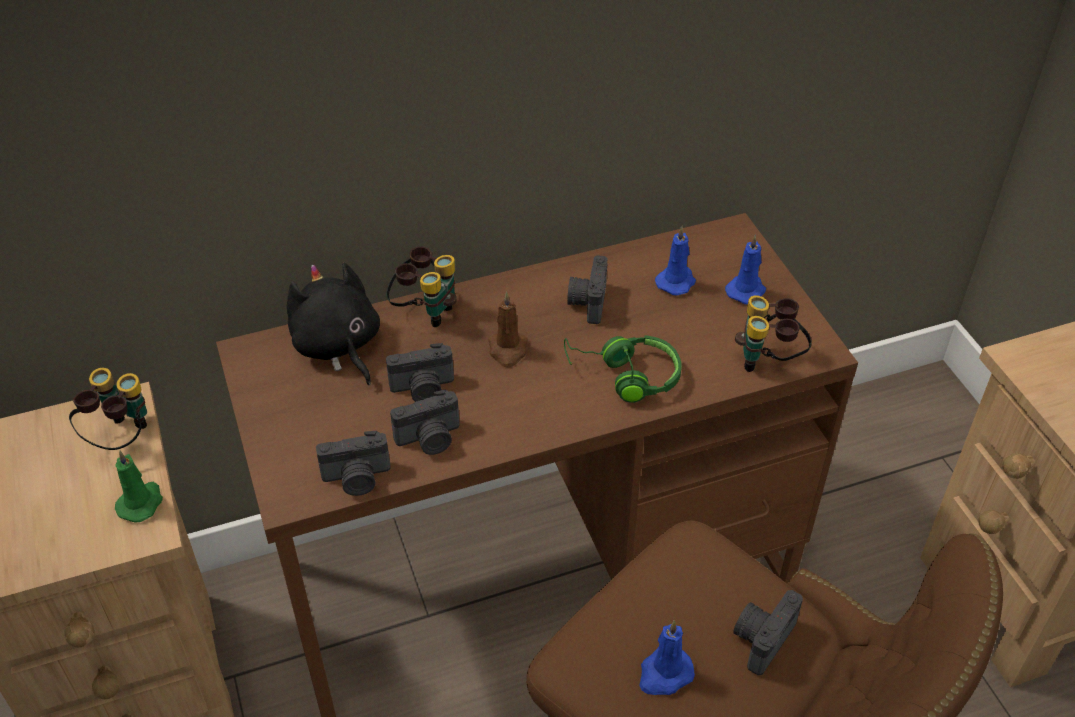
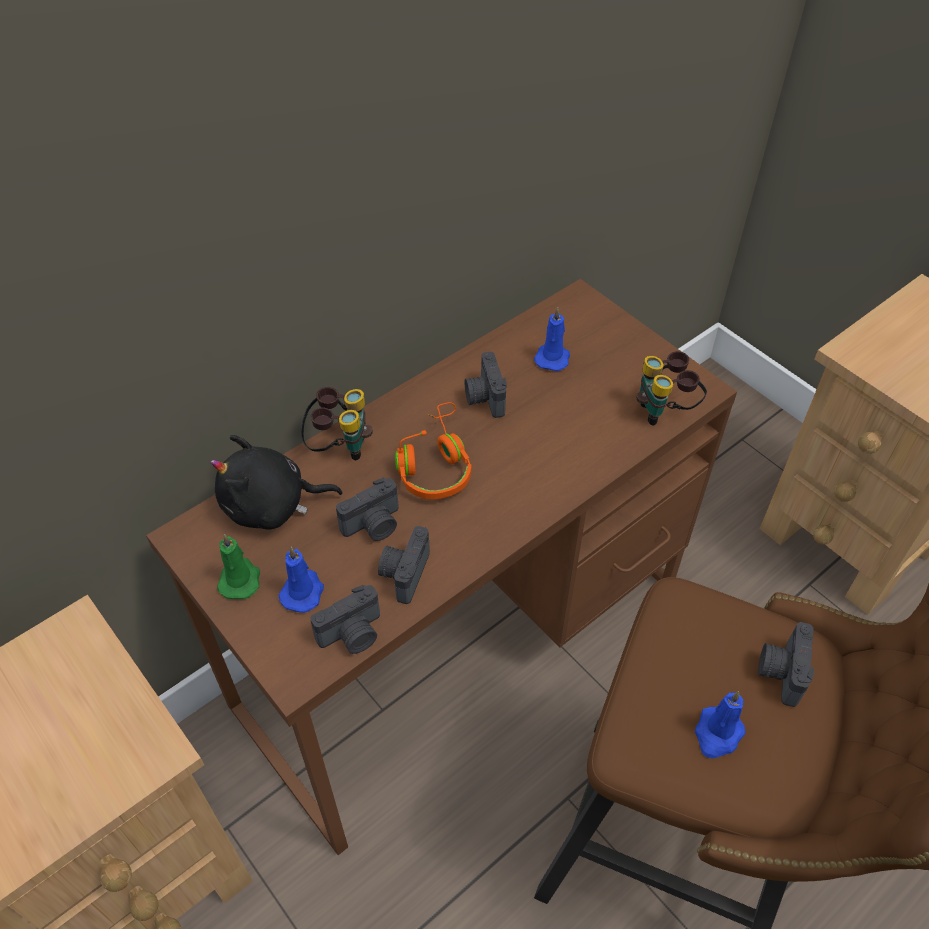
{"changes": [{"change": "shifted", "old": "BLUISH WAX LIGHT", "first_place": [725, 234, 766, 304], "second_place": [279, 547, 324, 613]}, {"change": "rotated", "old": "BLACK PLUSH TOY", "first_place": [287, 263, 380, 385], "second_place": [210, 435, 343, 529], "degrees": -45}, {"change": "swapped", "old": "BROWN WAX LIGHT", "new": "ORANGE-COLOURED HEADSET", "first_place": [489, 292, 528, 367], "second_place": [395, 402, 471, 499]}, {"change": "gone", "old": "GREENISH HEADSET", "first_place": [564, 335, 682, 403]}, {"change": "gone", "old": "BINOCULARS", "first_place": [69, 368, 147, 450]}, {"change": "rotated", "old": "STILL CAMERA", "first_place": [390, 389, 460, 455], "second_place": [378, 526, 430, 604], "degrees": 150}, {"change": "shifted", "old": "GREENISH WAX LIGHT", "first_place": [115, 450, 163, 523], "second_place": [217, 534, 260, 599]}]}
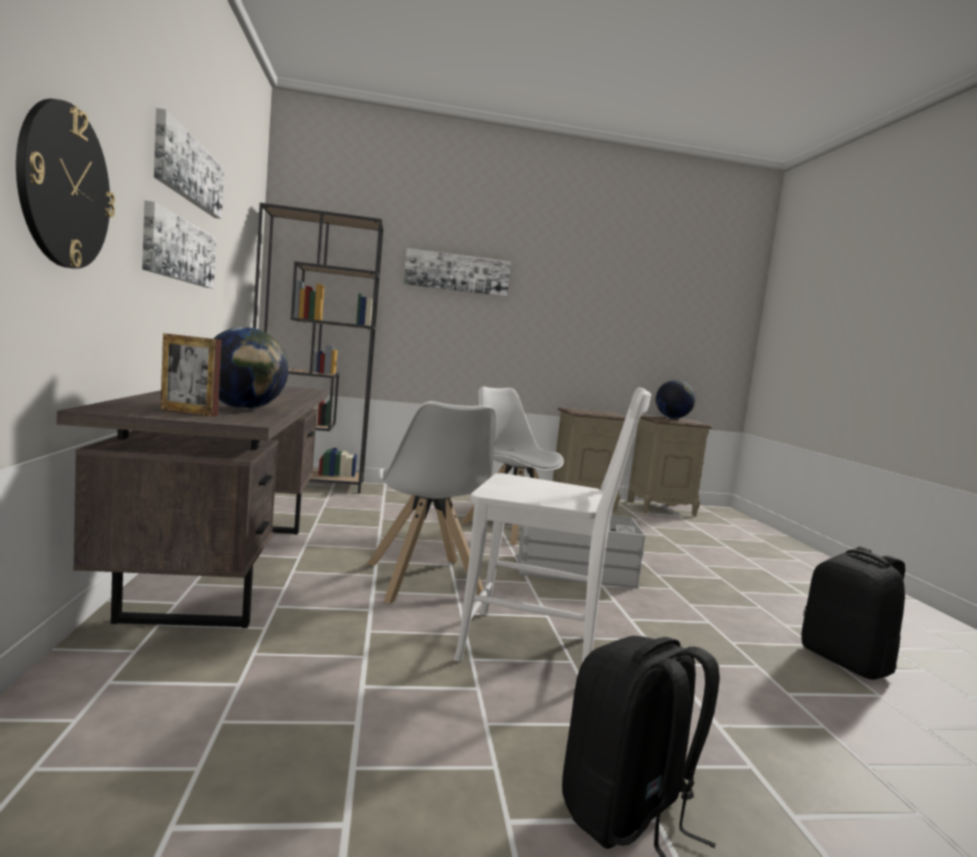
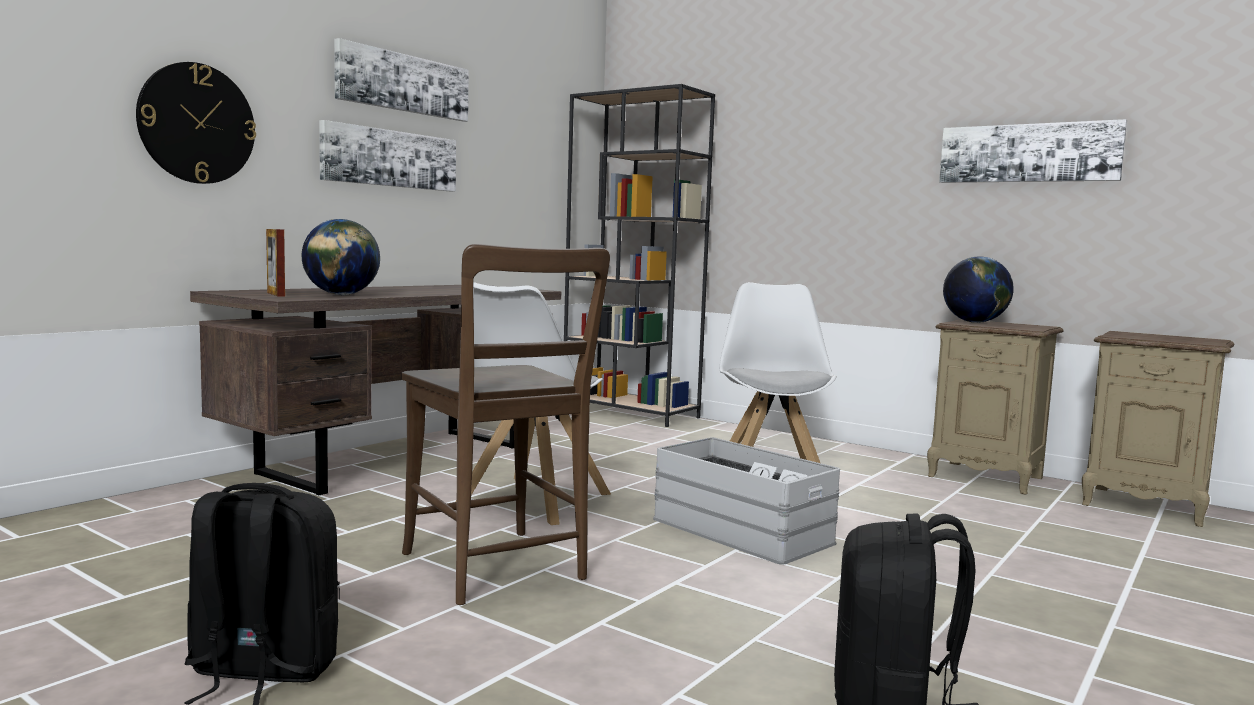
{"changes": [{"change": "shifted", "old": "PICTURE", "first_place": [404, 248, 511, 297], "second_place": [939, 119, 1127, 183]}, {"change": "shifted", "old": "GLOBE", "first_place": [656, 380, 696, 419], "second_place": [943, 256, 1014, 323]}, {"change": "repainted", "old": "WHITE UPRIGHT CHAIR", "new": "BROWN UPRIGHT CHAIR", "first_place": [454, 387, 651, 663], "second_place": [401, 244, 610, 605]}]}
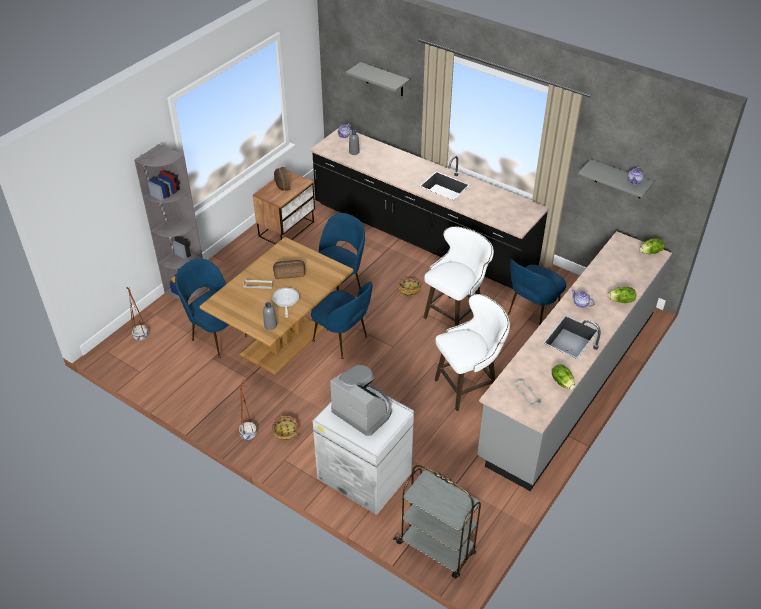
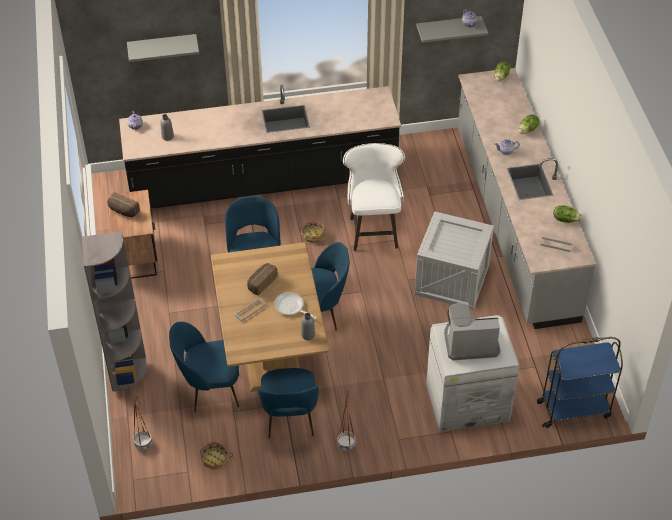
{"changes": [{"change": "shifted", "old": "BLUISH UPRIGHT CHAIR", "first_place": [508, 259, 566, 326], "second_place": [258, 368, 319, 439]}, {"change": "swapped", "old": "WHITE STOOL", "new": "CRATE", "first_place": [434, 294, 510, 411], "second_place": [415, 212, 494, 310]}, {"change": "shifted", "old": "BASKET", "first_place": [272, 416, 300, 440], "second_place": [200, 442, 233, 469]}, {"change": "repainted", "old": "GRAY WHEELED CART", "new": "BLUISH WHEELED CART", "first_place": [393, 465, 481, 578], "second_place": [537, 337, 623, 428]}]}
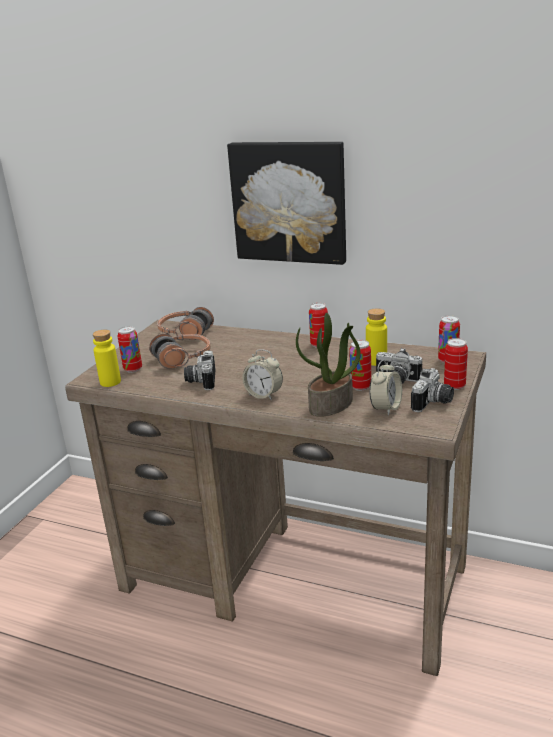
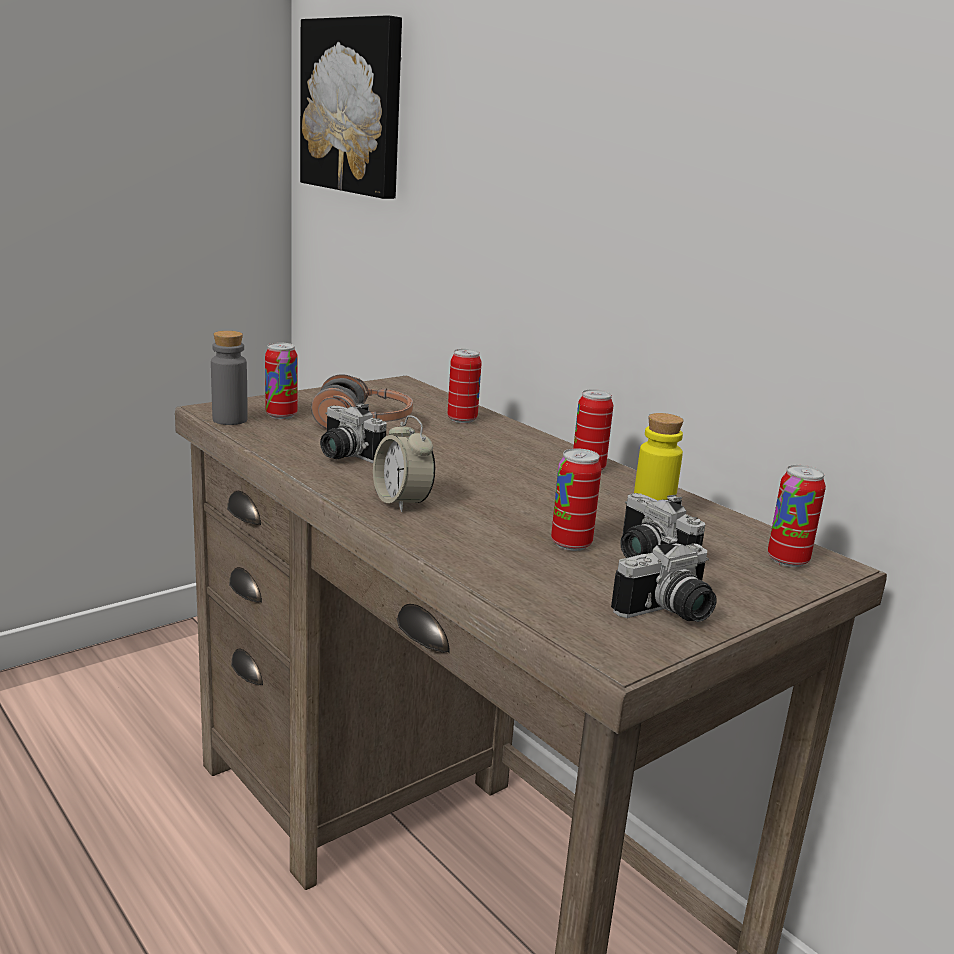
{"changes": [{"change": "shifted", "old": "PICTURE", "first_place": [227, 142, 346, 265], "second_place": [300, 15, 402, 199]}, {"change": "gone", "old": "HEADSET", "first_place": [157, 307, 214, 340]}, {"change": "gone", "old": "PLANT IN A POT", "first_place": [296, 313, 361, 417]}, {"change": "repainted", "old": "YELLOW DRINK BOTTLE", "new": "GRAY DRINK BOTTLE", "first_place": [93, 330, 121, 387], "second_place": [211, 331, 248, 425]}, {"change": "shifted", "old": "METAL CAN", "first_place": [444, 338, 468, 390], "second_place": [448, 349, 482, 423]}, {"change": "rotated", "old": "STILL CAMERA", "first_place": [184, 351, 216, 390], "second_place": [320, 403, 387, 463], "degrees": -75}, {"change": "gone", "old": "BEDSIDE CLOCK", "first_place": [369, 360, 402, 416]}]}
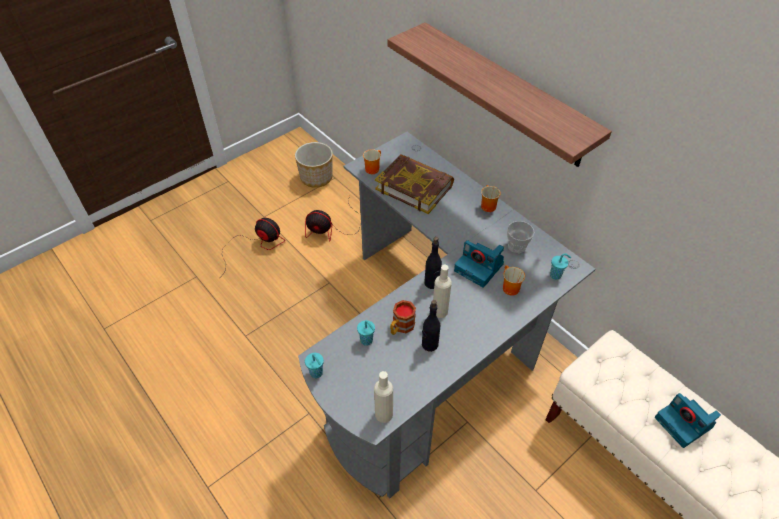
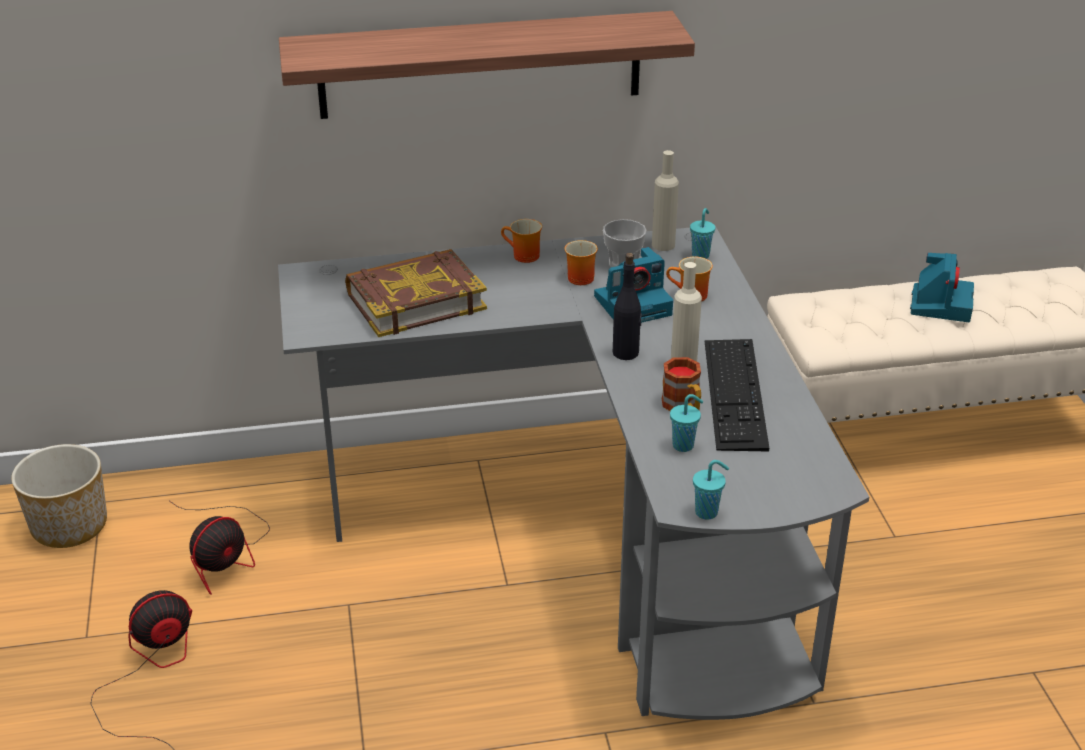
{"changes": [{"change": "shifted", "old": "MUG", "first_place": [363, 149, 381, 174], "second_place": [565, 240, 598, 285]}, {"change": "swapped", "old": "BLACK DRINK BOTTLE", "new": "PC KEYBOARD", "first_place": [422, 300, 440, 352], "second_place": [705, 339, 769, 452]}, {"change": "shifted", "old": "BEIGE-COLOURED DRINK BOTTLE", "first_place": [374, 371, 393, 423], "second_place": [652, 150, 679, 251]}, {"change": "rotated", "old": "STILL CAMERA", "first_place": [655, 393, 721, 448], "second_place": [910, 253, 974, 322], "degrees": -75}]}
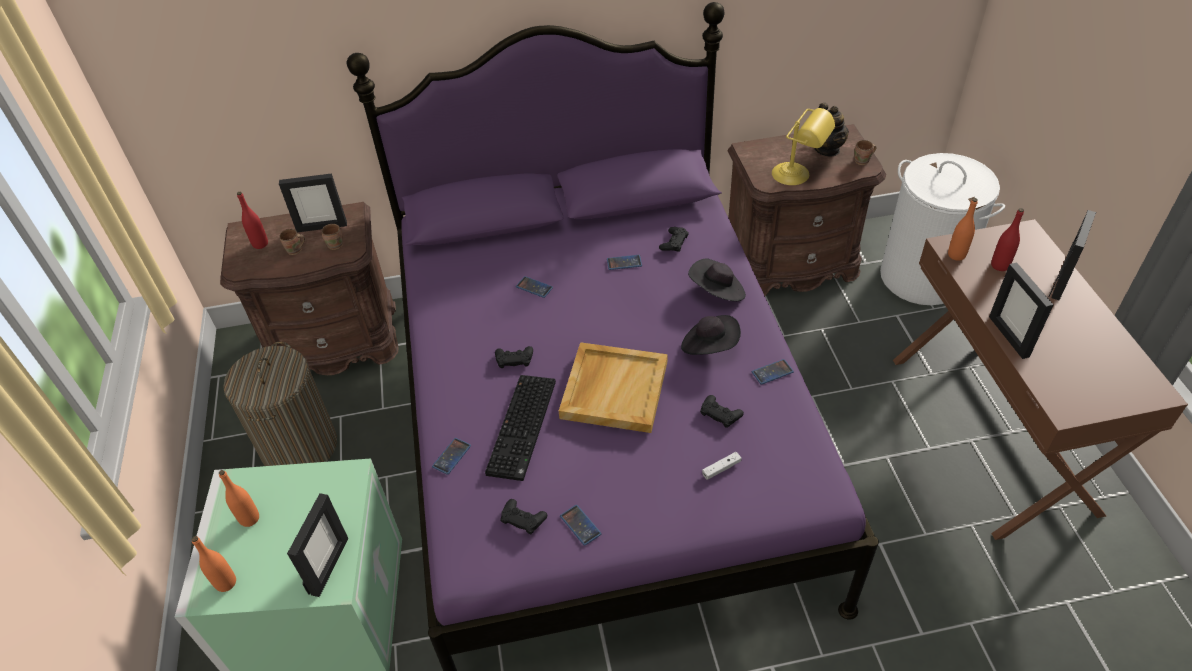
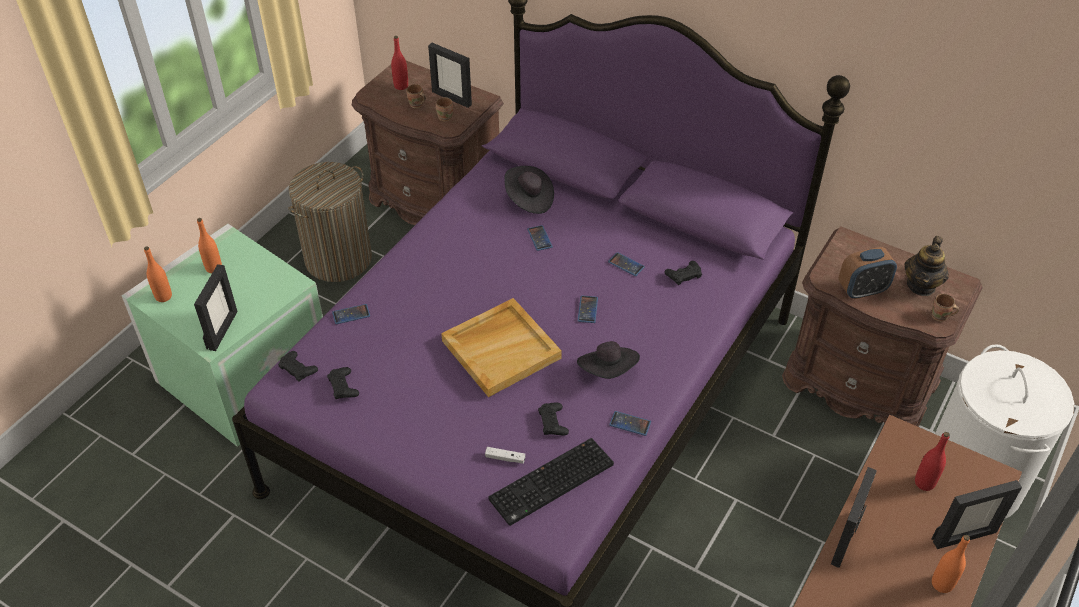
{"changes": [{"change": "swapped", "old": "YELLOW TABLE LAMP", "new": "BEDSIDE CLOCK", "first_place": [772, 108, 835, 185], "second_place": [839, 247, 897, 299]}, {"change": "shifted", "old": "ORANGE-COLOURED DRINK BOTTLE", "first_place": [948, 198, 978, 261], "second_place": [932, 535, 970, 593]}, {"change": "shifted", "old": "BLACK CLOTHING HAT", "first_place": [688, 259, 746, 301], "second_place": [504, 166, 554, 214]}, {"change": "shifted", "old": "BLACK GAME CONTROLLER", "first_place": [495, 346, 533, 368], "second_place": [278, 351, 318, 382]}, {"change": "shifted", "old": "PC KEYBOARD", "first_place": [485, 375, 556, 481], "second_place": [488, 438, 614, 526]}, {"change": "rotated", "old": "PHOTO FRAME", "first_place": [287, 493, 348, 597], "second_place": [194, 264, 238, 351], "degrees": -45}, {"change": "shifted", "old": "HANDSET", "first_place": [560, 505, 602, 546], "second_place": [578, 295, 598, 323]}]}
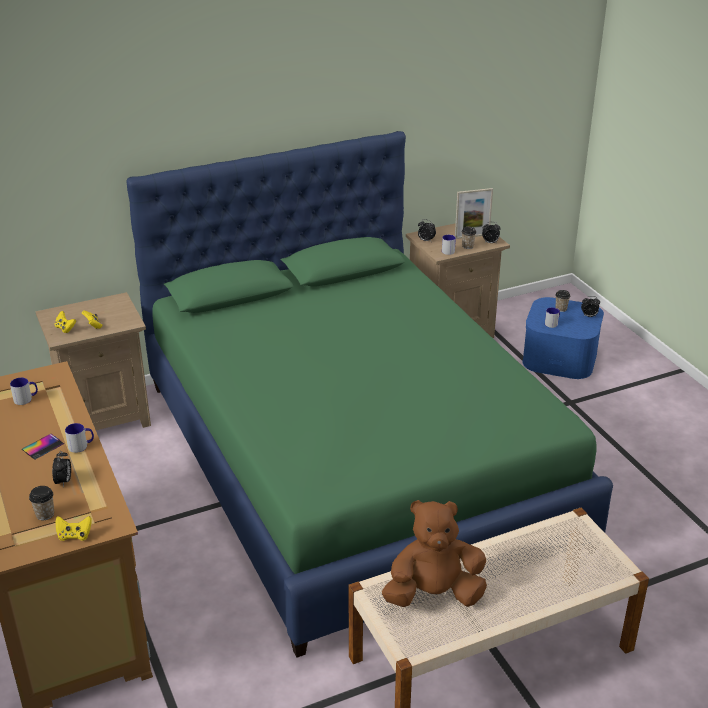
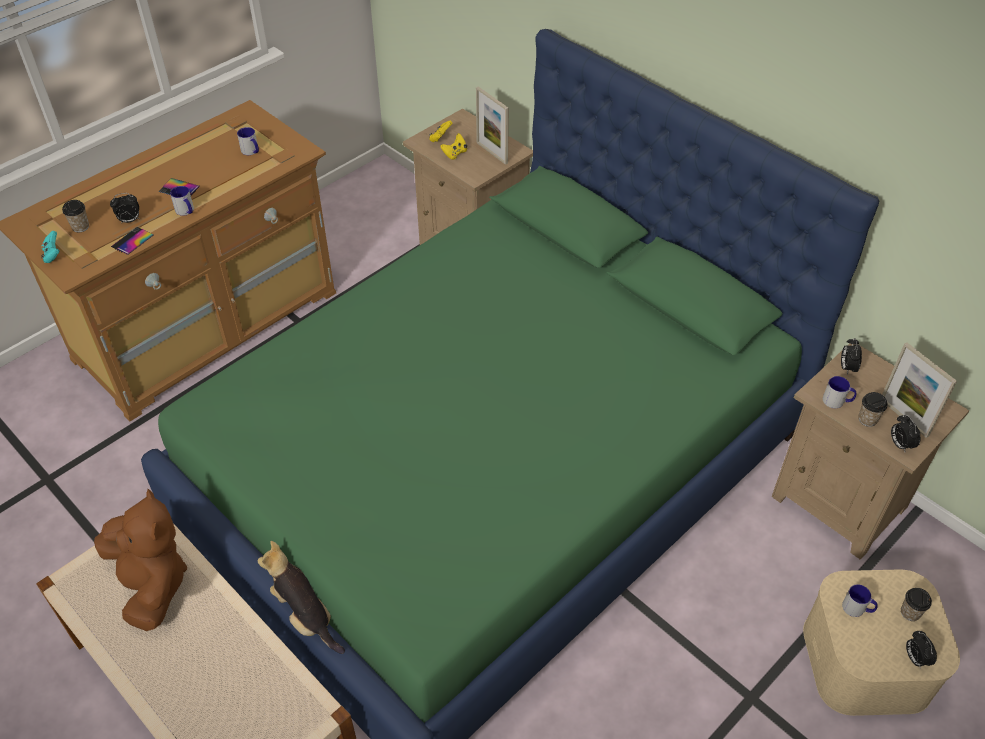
{"changes": [{"change": "repainted", "old": "BLUISH STORAGE CONTAINER", "new": "BEIGE-COLOURED STORAGE CONTAINER", "first_place": [523, 297, 604, 379], "second_place": [803, 569, 960, 716]}, {"change": "repainted", "old": "YELLOW GAME CONTROLLER", "new": "TURQUOISE GAME CONTROLLER", "first_place": [55, 516, 92, 541], "second_place": [41, 231, 59, 263]}, {"change": "new", "new": "PHOTO FRAME", "second_place": [476, 86, 509, 165]}, {"change": "new", "new": "HANDSET", "second_place": [111, 227, 153, 255]}, {"change": "new", "new": "PLUSH TOY", "second_place": [258, 541, 345, 654]}]}
